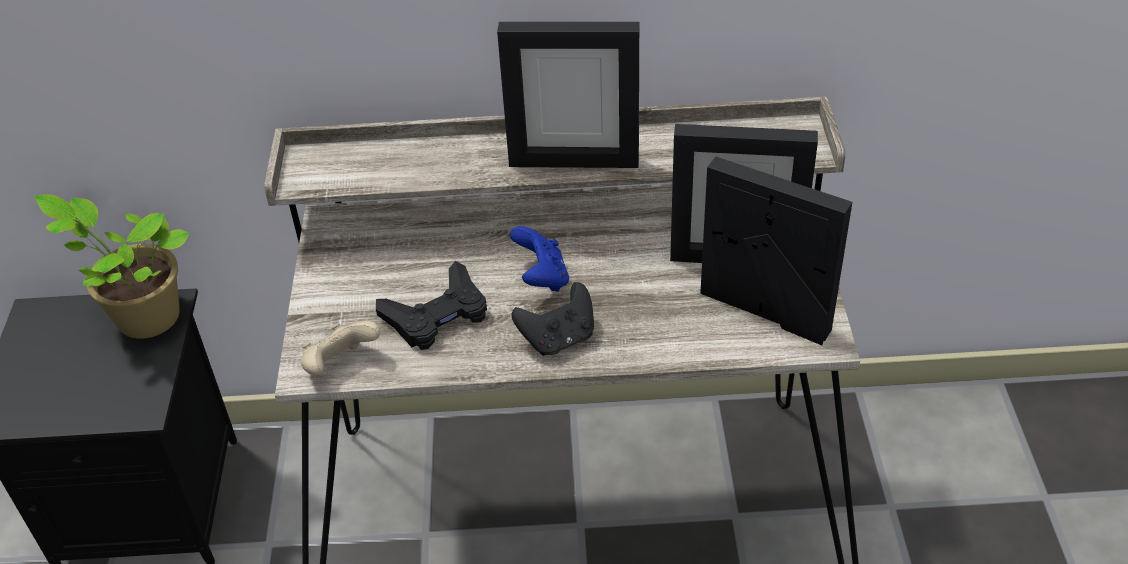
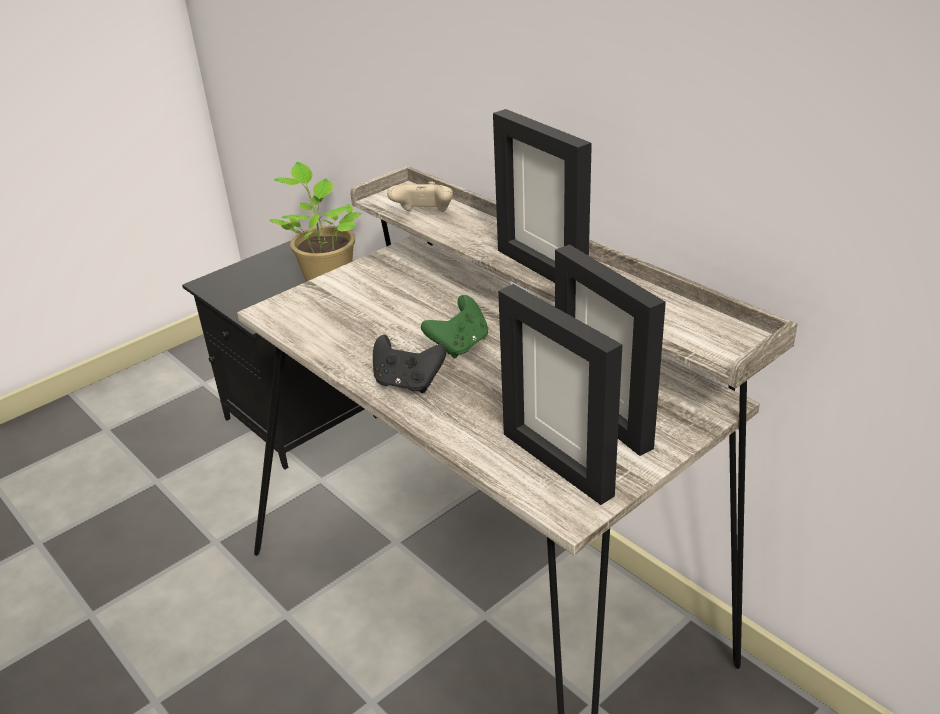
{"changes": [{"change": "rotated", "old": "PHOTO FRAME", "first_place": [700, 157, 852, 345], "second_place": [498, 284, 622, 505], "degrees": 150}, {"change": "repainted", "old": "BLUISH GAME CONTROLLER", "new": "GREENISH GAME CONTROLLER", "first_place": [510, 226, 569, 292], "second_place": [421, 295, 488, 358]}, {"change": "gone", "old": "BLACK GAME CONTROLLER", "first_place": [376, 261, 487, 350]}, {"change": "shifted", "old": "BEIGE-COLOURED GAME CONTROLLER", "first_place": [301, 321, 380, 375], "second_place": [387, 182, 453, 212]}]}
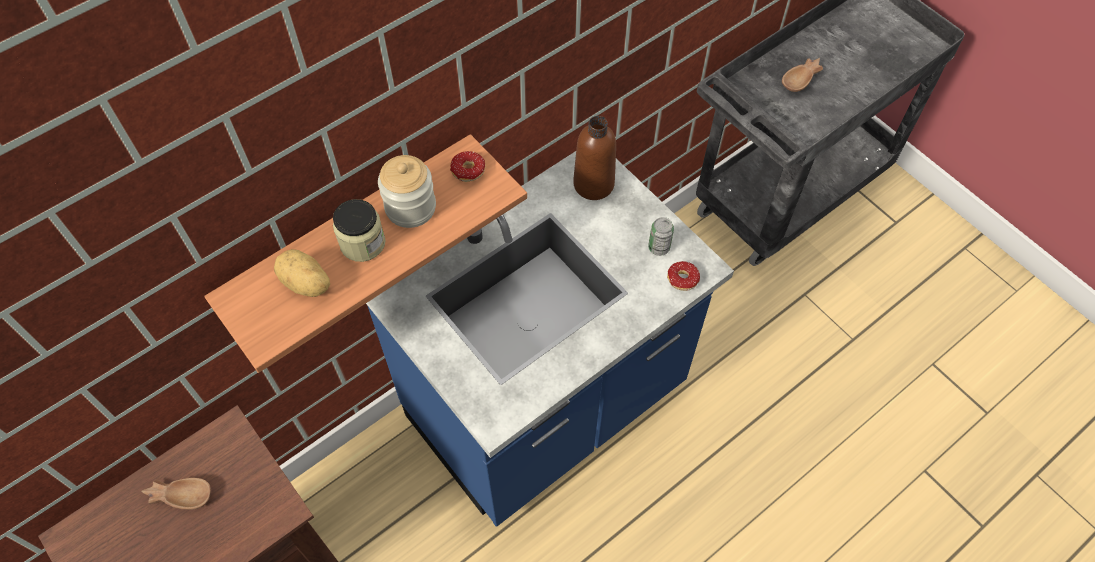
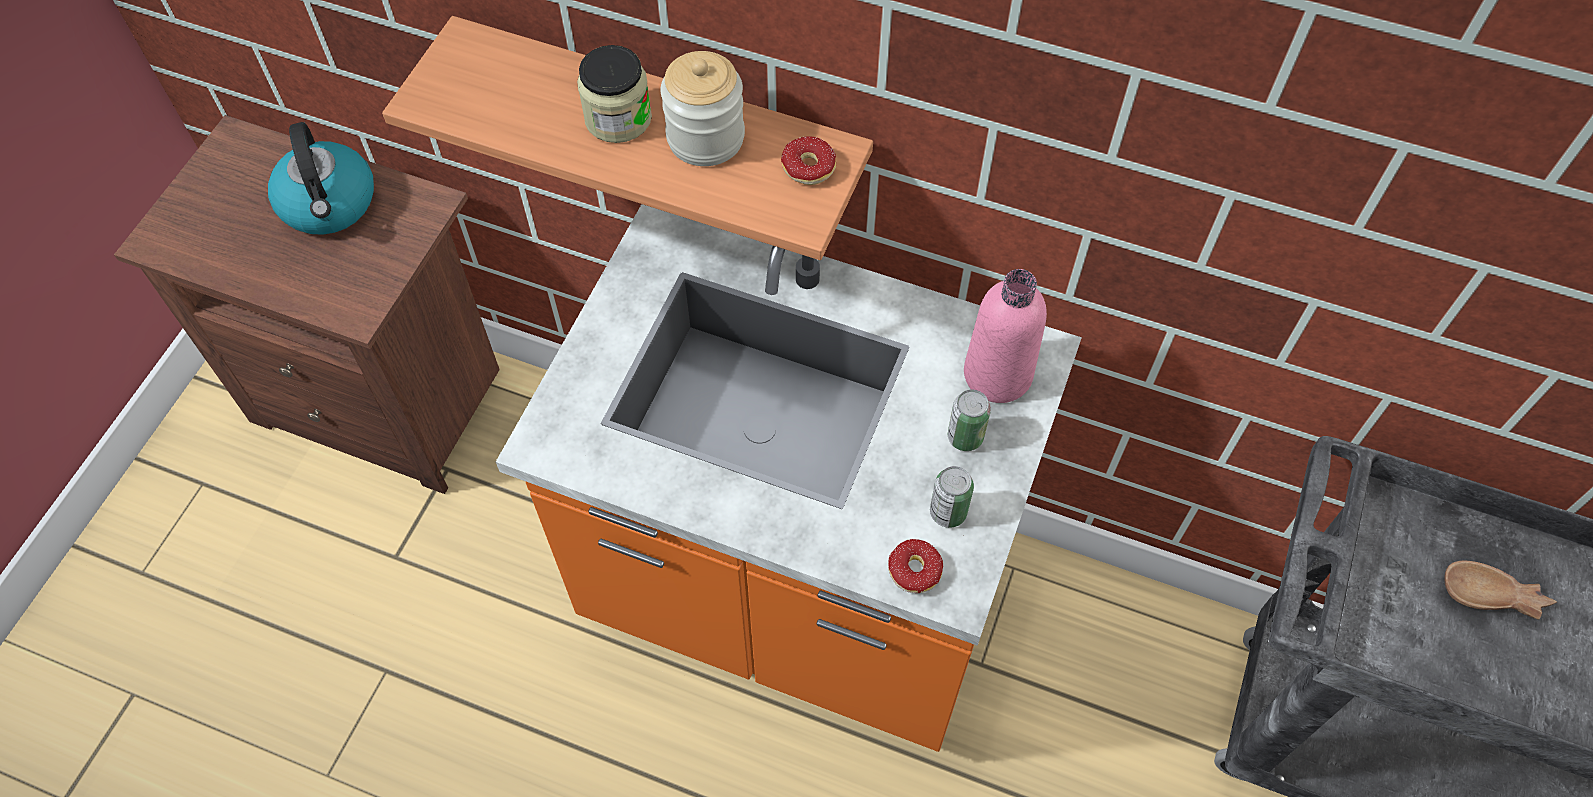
{"changes": [{"change": "repainted", "old": "BROWN DRINK BOTTLE", "new": "PINKISH DRINK BOTTLE", "first_place": [573, 116, 616, 200], "second_place": [964, 269, 1047, 403]}, {"change": "repainted", "old": "BLUISH KITCHEN BASE UNIT", "new": "ORANGE-COLOURED KITCHEN BASE UNIT", "first_place": [366, 151, 734, 527], "second_place": [496, 204, 1082, 752]}, {"change": "gone", "old": "POTATO", "first_place": [274, 249, 330, 297]}, {"change": "swapped", "old": "BROWN SERVING BOWL", "new": "TEA KETTLE", "first_place": [141, 478, 211, 510], "second_place": [268, 122, 374, 235]}, {"change": "new", "new": "METAL CAN", "second_place": [948, 390, 991, 451]}]}
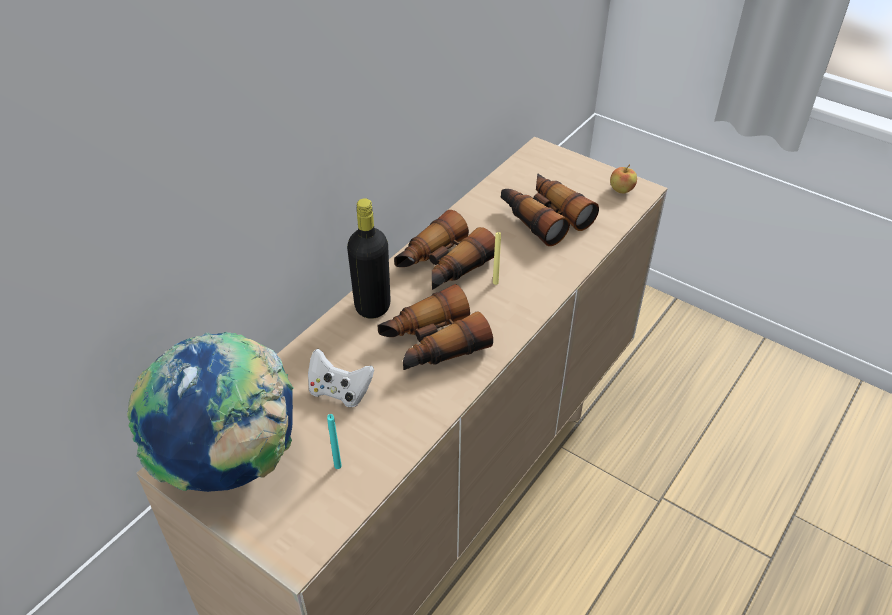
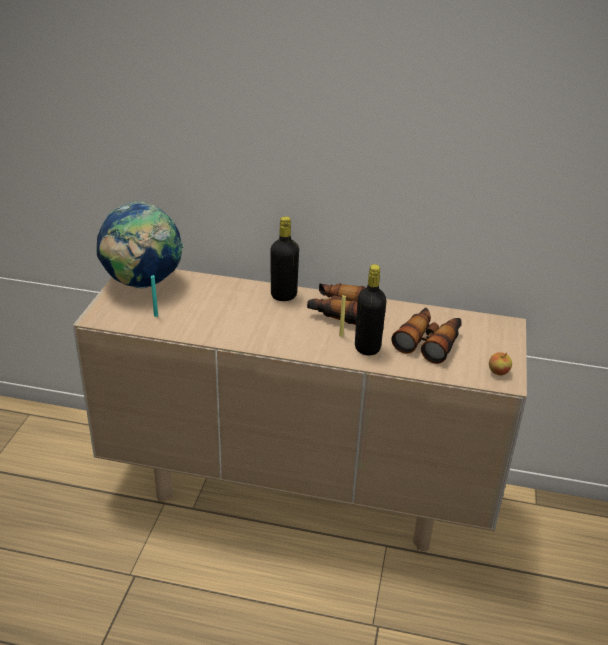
{"changes": [{"change": "gone", "old": "BINOCULARS", "first_place": [377, 284, 493, 370]}, {"change": "gone", "old": "WHITE GAME CONTROLLER", "first_place": [308, 349, 374, 407]}, {"change": "new", "new": "BLACK DRINK BOTTLE", "second_place": [355, 264, 387, 356]}]}
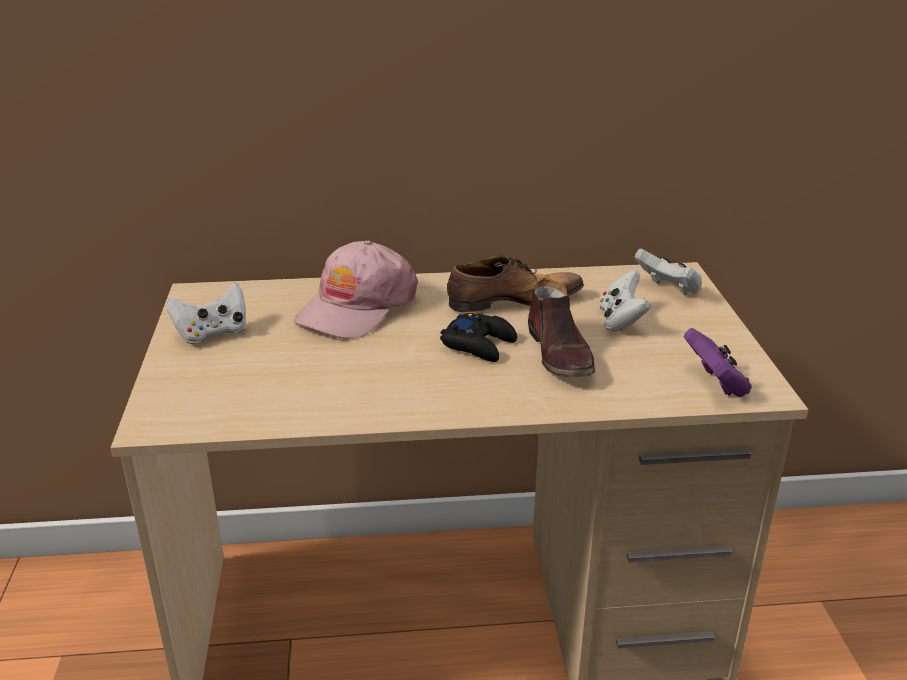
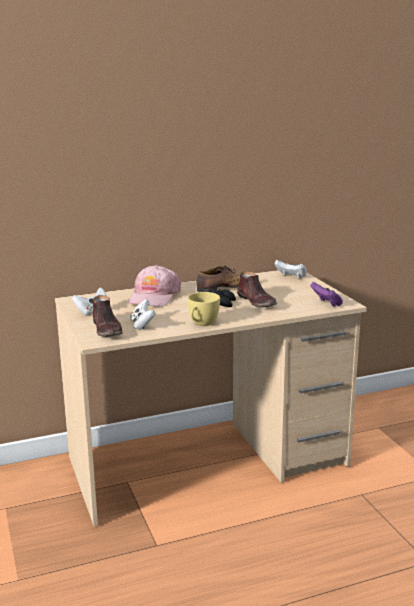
{"changes": [{"change": "shifted", "old": "WHITE GAME CONTROLLER", "first_place": [599, 270, 651, 332], "second_place": [130, 299, 156, 330]}, {"change": "new", "new": "YELLOW DRINKING CUP", "second_place": [188, 292, 220, 326]}, {"change": "new", "new": "BROWN LOW SHOE", "second_place": [93, 295, 122, 337]}]}
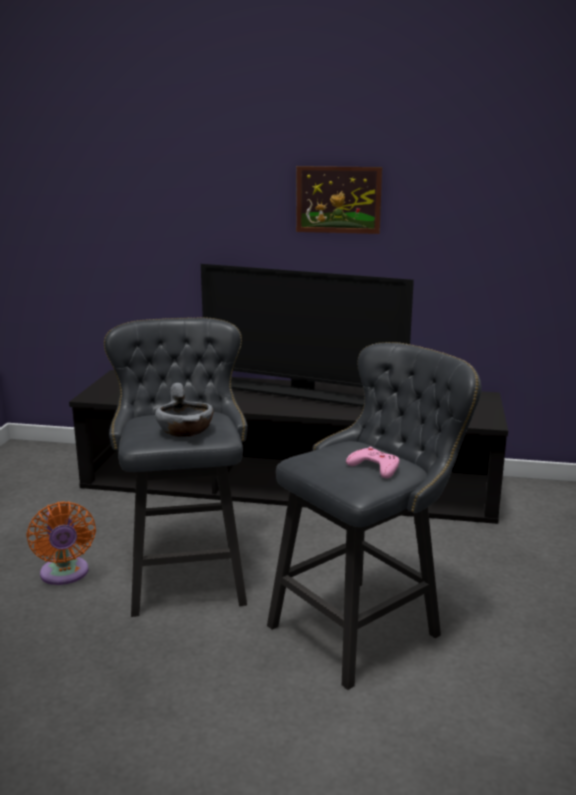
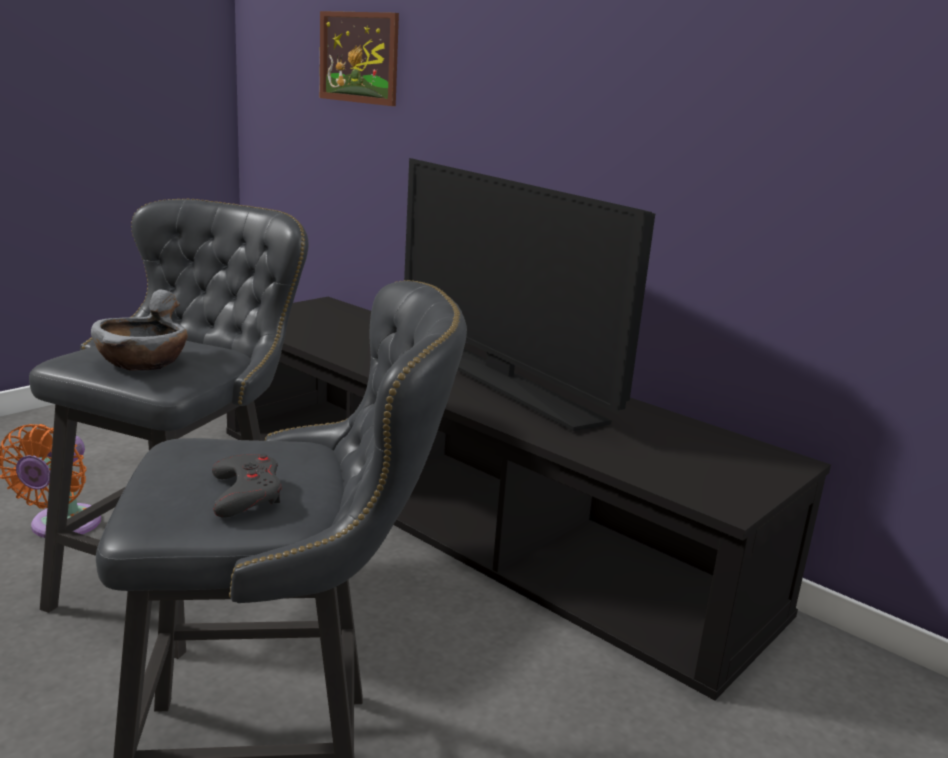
{"changes": [{"change": "shifted", "old": "PICTURE", "first_place": [296, 166, 382, 234], "second_place": [320, 11, 399, 106]}, {"change": "repainted", "old": "PINKISH GAME CONTROLLER", "new": "GRAY GAME CONTROLLER", "first_place": [346, 447, 400, 478], "second_place": [212, 454, 282, 518]}]}
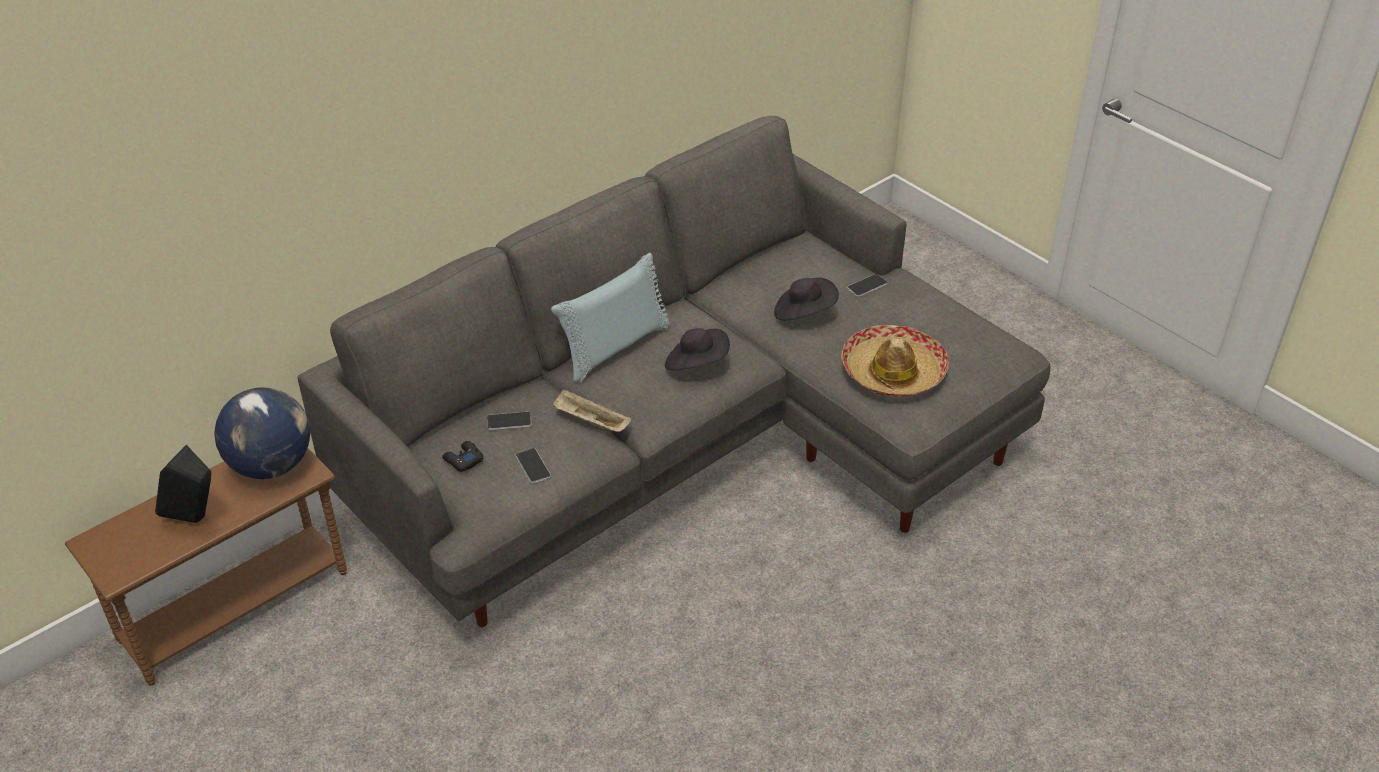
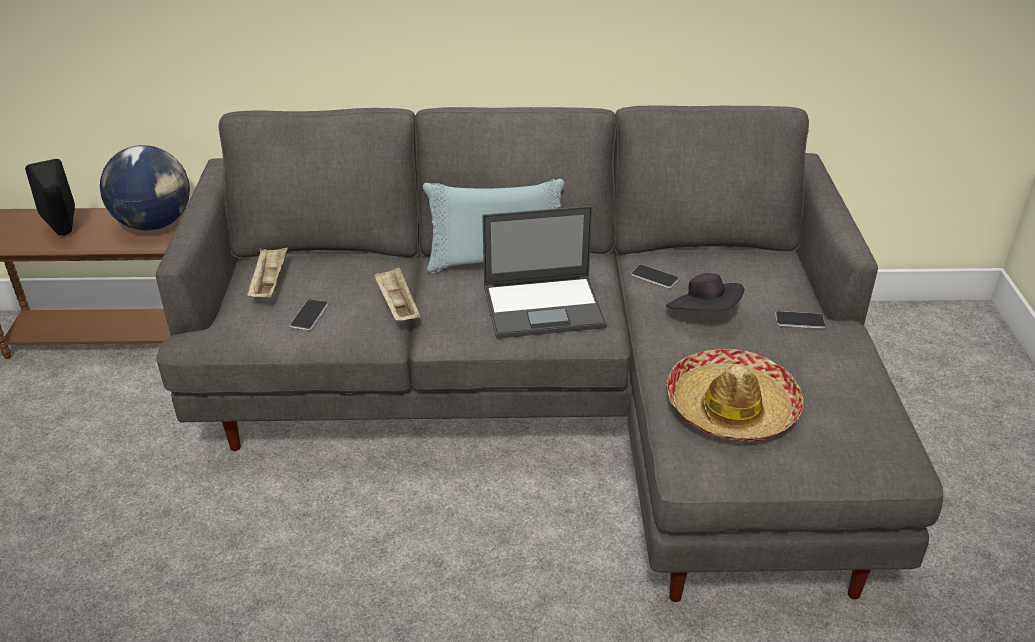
{"changes": [{"change": "swapped", "old": "BLACK CLOTHING HAT", "new": "PORTABLE COMPUTER", "first_place": [665, 328, 730, 370], "second_place": [482, 206, 607, 339]}, {"change": "shifted", "old": "HANDSET", "first_place": [487, 412, 532, 430], "second_place": [631, 264, 679, 289]}, {"change": "swapped", "old": "BLACK GAME CONTROLLER", "new": "BEIGE-COLOURED TRAY", "first_place": [442, 441, 484, 472], "second_place": [247, 247, 288, 298]}]}
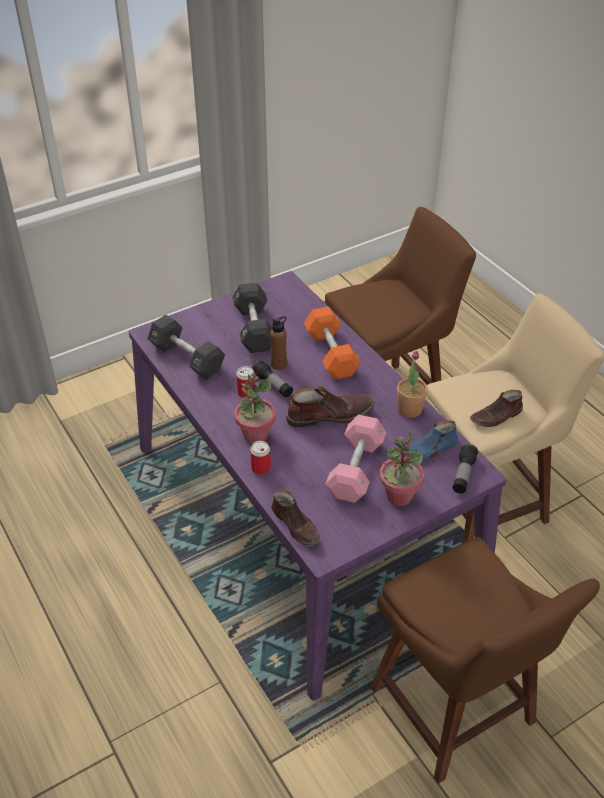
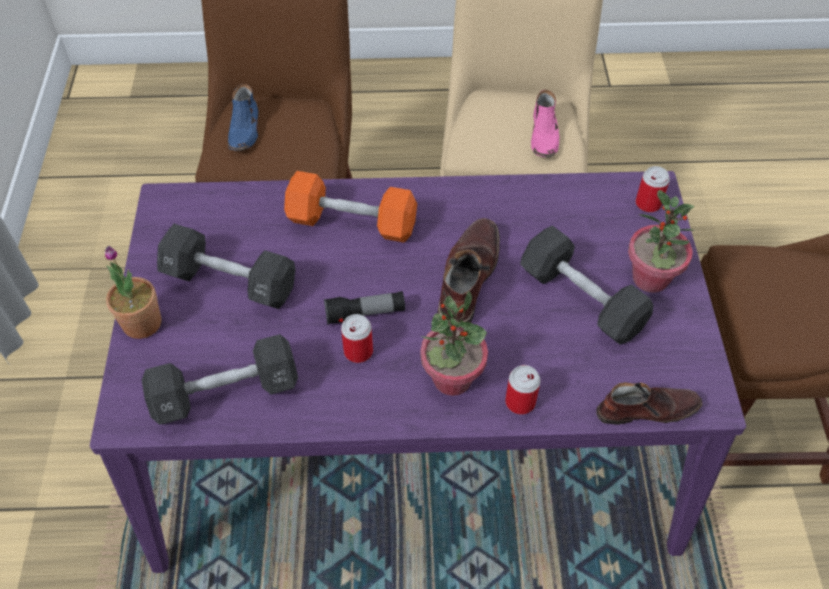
{"changes": [{"change": "gone", "old": "BROWN DRINK BOTTLE", "first_place": [270, 316, 287, 370]}, {"change": "shifted", "old": "PLANT IN A POT", "first_place": [397, 351, 427, 418], "second_place": [105, 246, 161, 339]}, {"change": "repainted", "old": "BROWN LOW SHOE", "new": "PINKISH LOW SHOE", "first_place": [470, 390, 523, 427], "second_place": [531, 90, 559, 157]}, {"change": "repainted", "old": "PINKISH DUMBBELL", "new": "BLACK DUMBBELL", "first_place": [325, 415, 386, 503], "second_place": [520, 225, 653, 345]}, {"change": "shifted", "old": "BLUISH LOW SHOE", "first_place": [404, 421, 458, 461], "second_place": [228, 84, 258, 151]}, {"change": "swapped", "old": "TORCH", "new": "METAL CAN", "first_place": [453, 444, 478, 493], "second_place": [635, 166, 670, 212]}]}
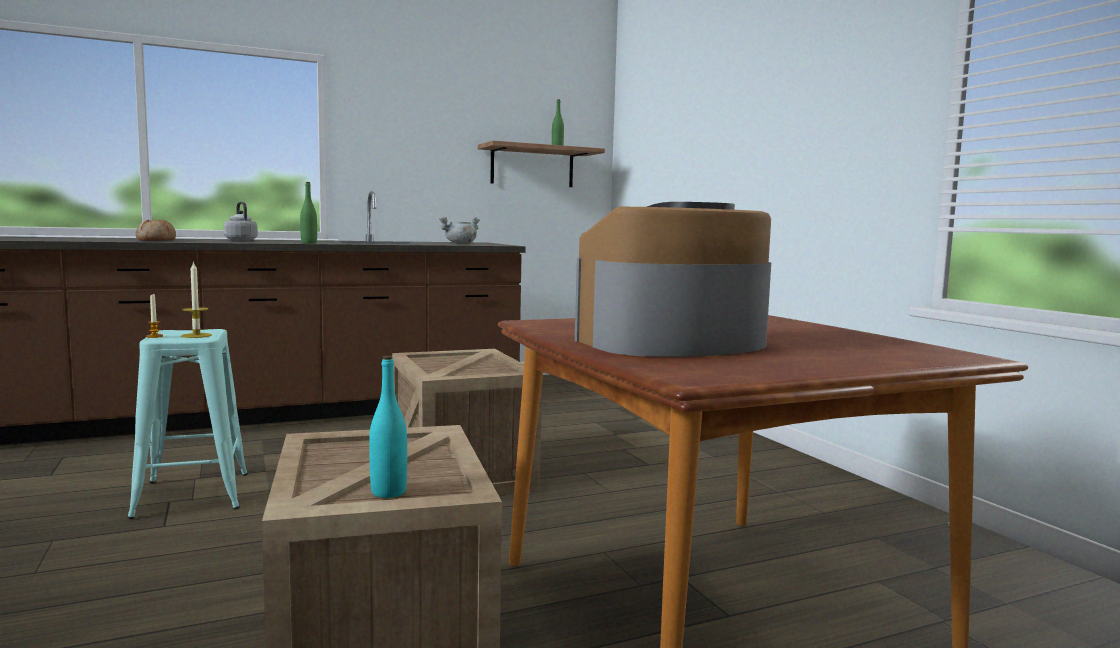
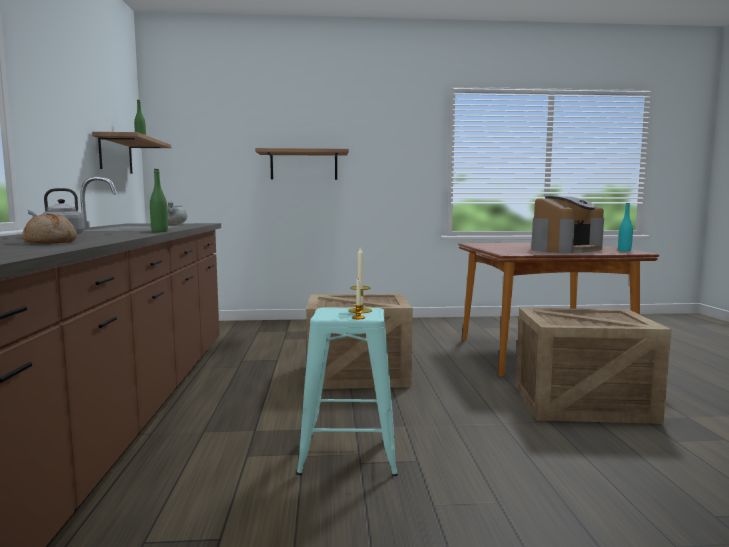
{"changes": [{"change": "rotated", "old": "COFFEE MAKER", "first_place": [575, 202, 771, 357], "second_place": [531, 196, 604, 253], "degrees": -120}, {"change": "shifted", "old": "TURQUOISE DRINK BOTTLE", "first_place": [369, 356, 407, 498], "second_place": [618, 203, 633, 252]}, {"change": "new", "new": "BRACKET SHELF", "second_place": [255, 148, 349, 180]}]}
